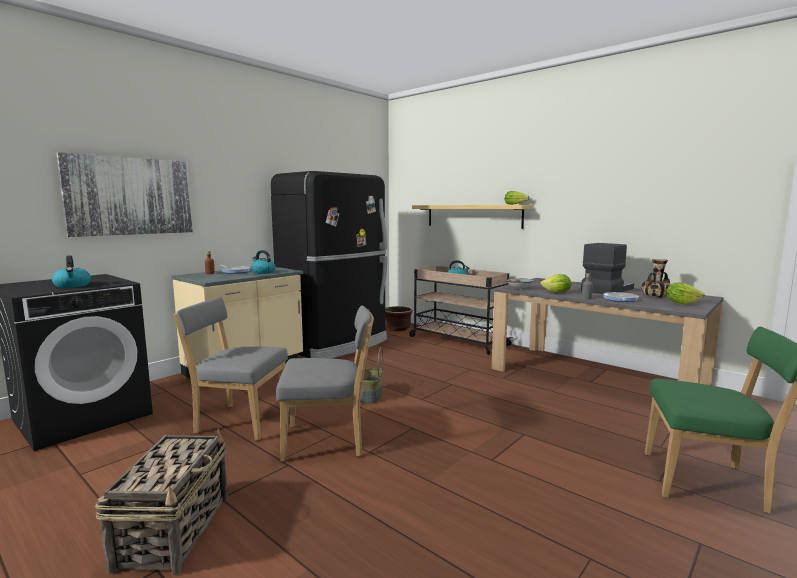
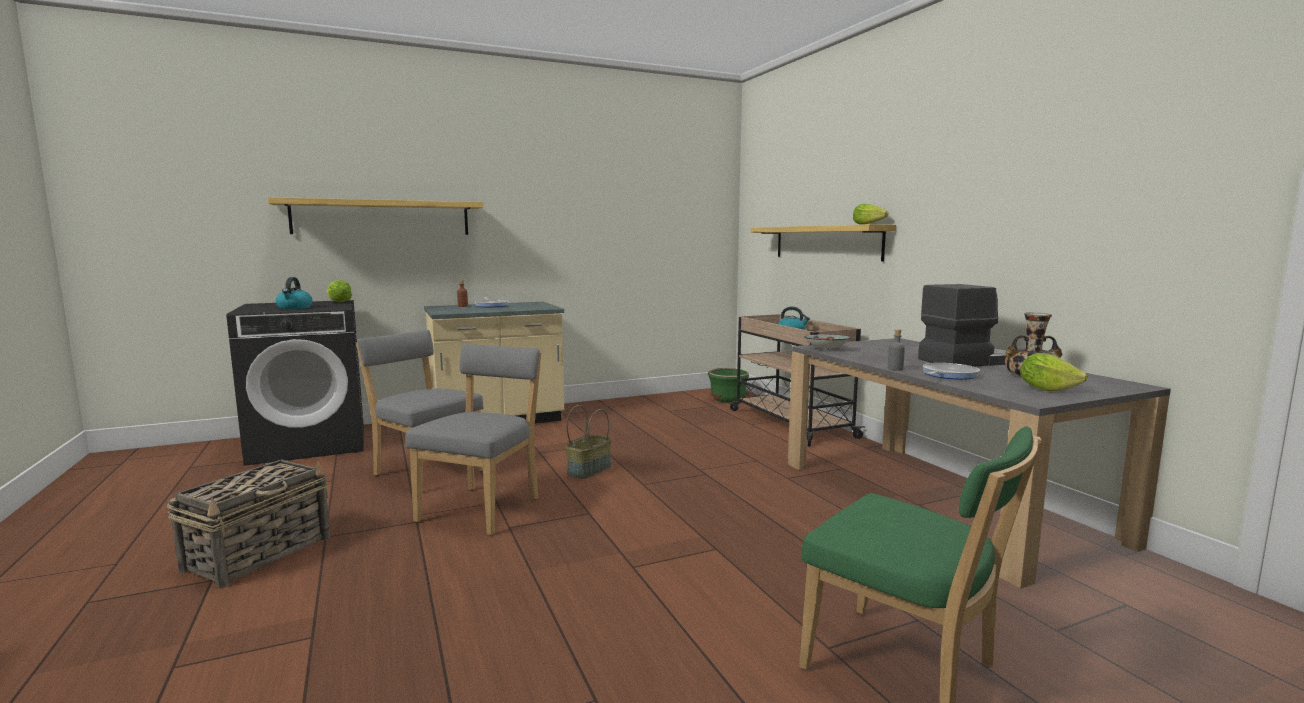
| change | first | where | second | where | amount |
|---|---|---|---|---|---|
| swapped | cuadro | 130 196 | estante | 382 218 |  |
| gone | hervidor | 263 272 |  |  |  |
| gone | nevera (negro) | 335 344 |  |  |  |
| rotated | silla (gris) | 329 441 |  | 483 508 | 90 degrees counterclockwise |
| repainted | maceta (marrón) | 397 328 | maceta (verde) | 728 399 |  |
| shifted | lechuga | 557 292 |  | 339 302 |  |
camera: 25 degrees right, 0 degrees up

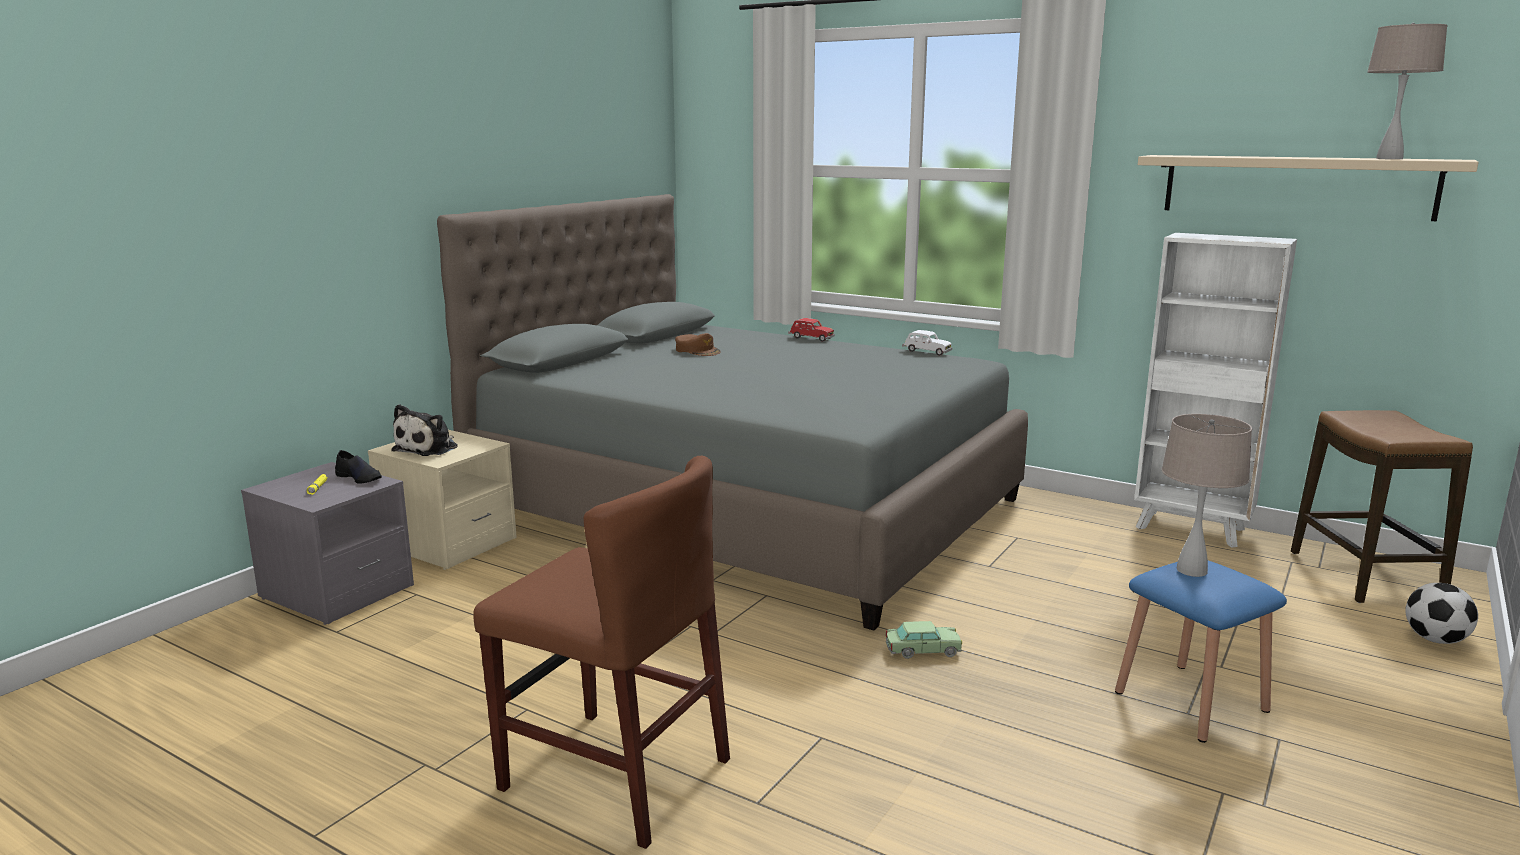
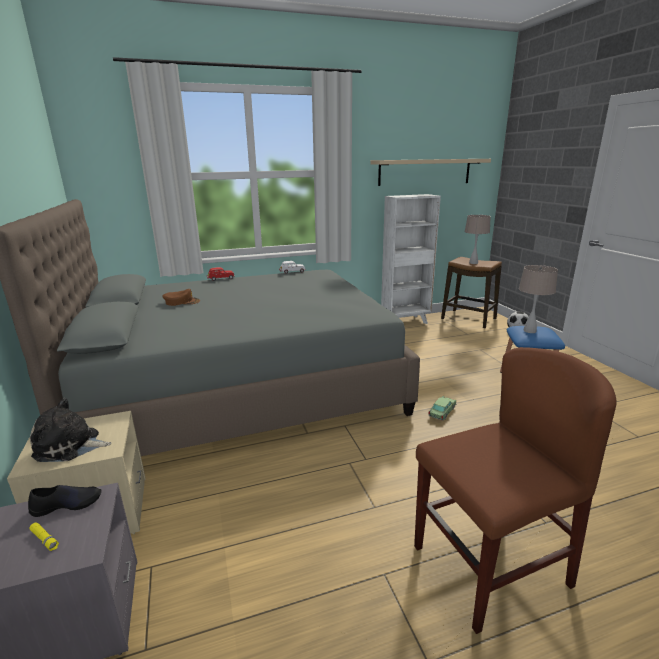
| change | first | where | second | where | amount |
|---|---|---|---|---|---|
| rotated | peluche | 428 448 |  | 70 446 | 120 degrees clockwise |
| shifted | lámpara de mesa (beis) | 1389 158 |  | 473 263 |  |
camera: 50 degrees left, 5 degrees up

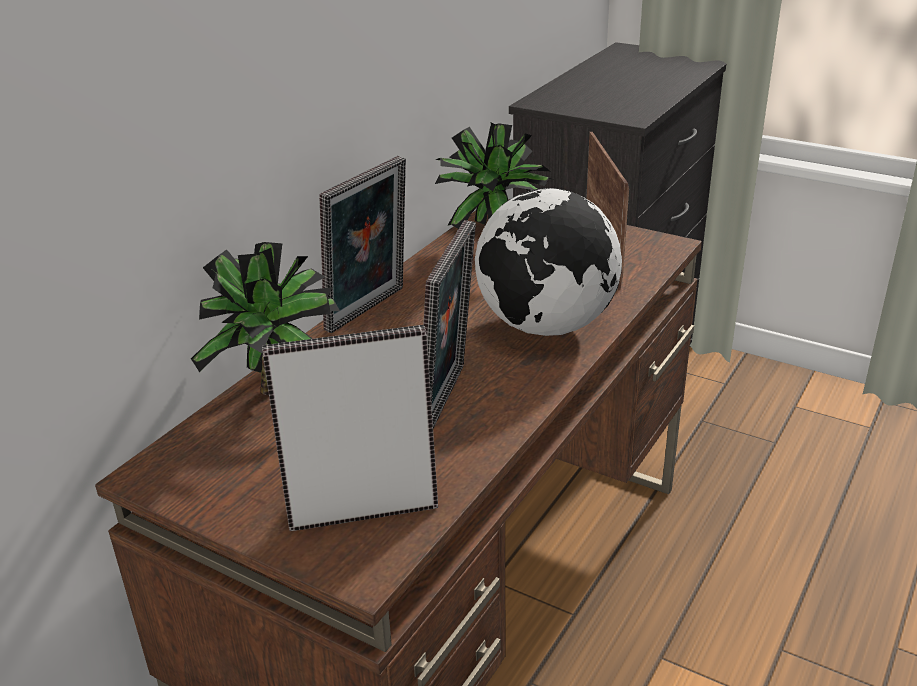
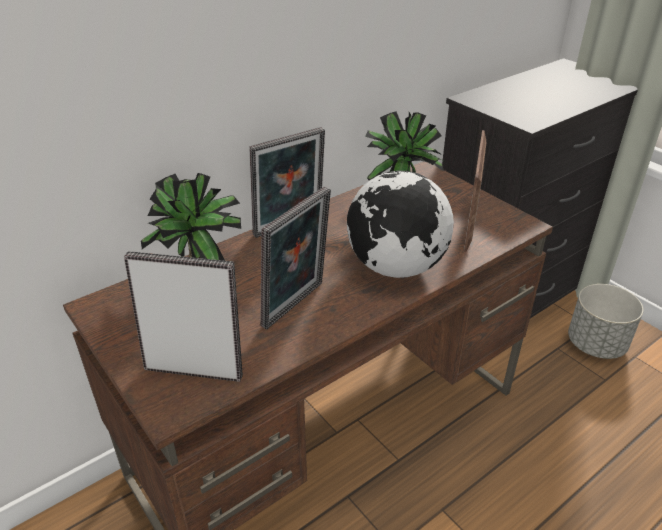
| change | first | where | second | where | amount |
|---|---|---|---|---|---|
| new |  |  | maceta (gris) | 596 344 |  |
camera: 20 degrees right, 5 degrees up

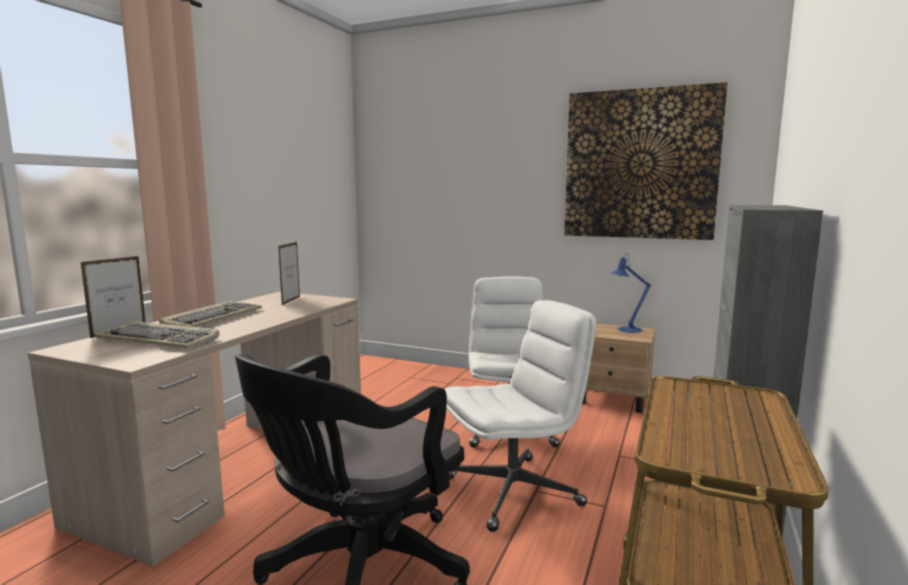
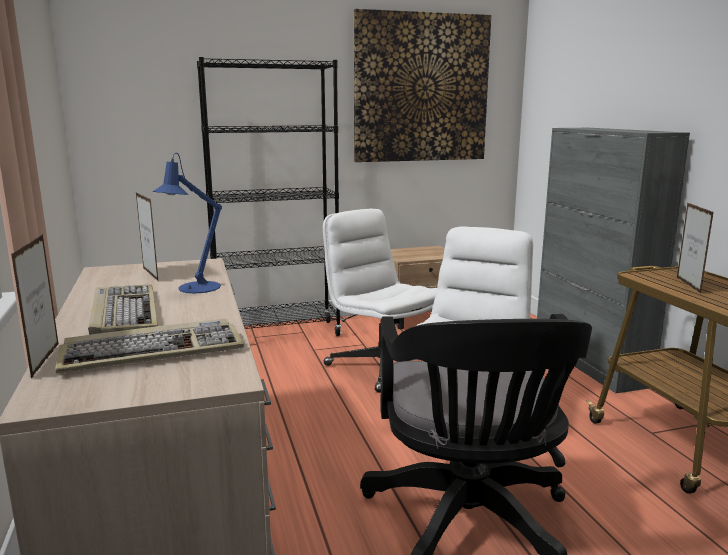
| change | first | where | second | where | amount |
|---|---|---|---|---|---|
| shifted | lámpara de mesa (azul) | 626 330 |  | 194 289 |  |
| new |  |  | estantería (negro) | 277 334 |  |
| new |  |  | portarretratos | 688 285 |  |
camera: 40 degrees left, 5 degrees up

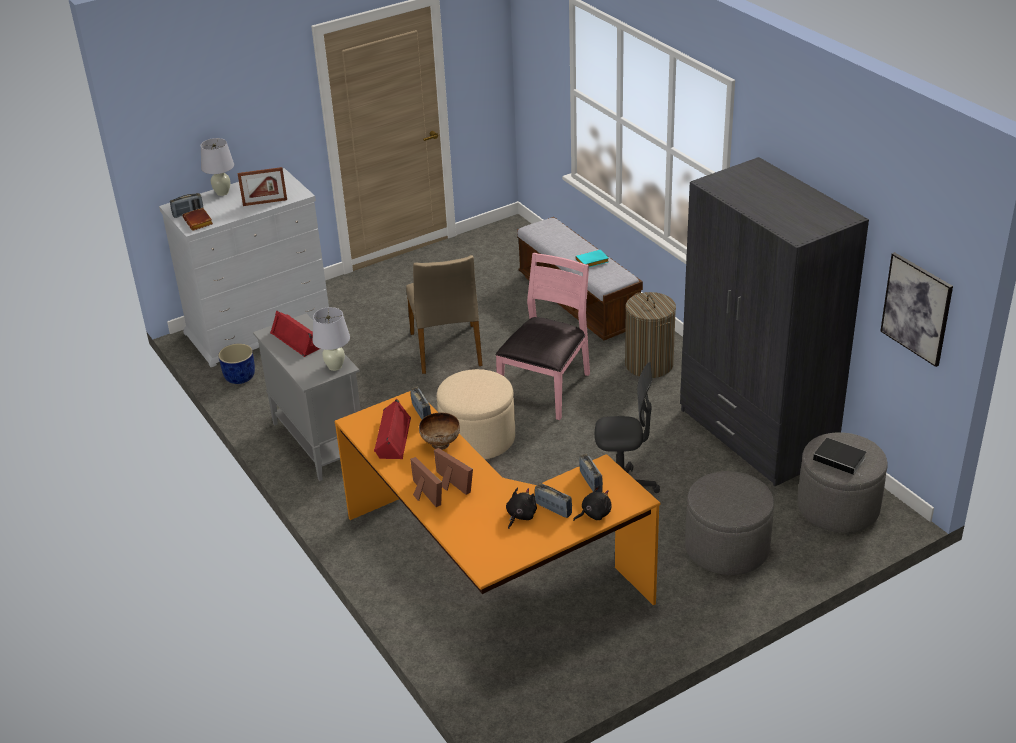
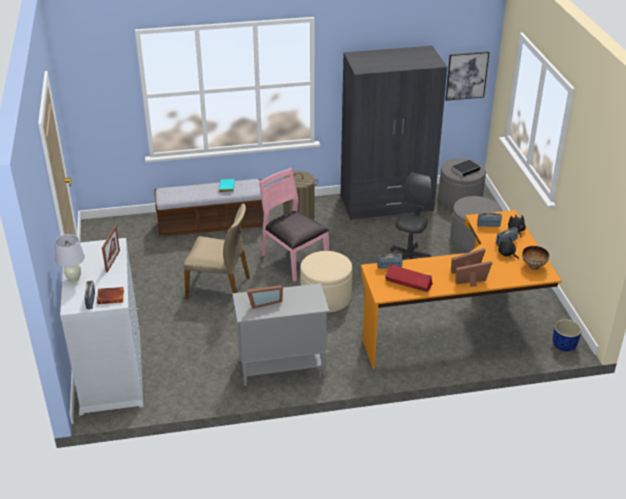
| change | first | where | second | where | amount |
|---|---|---|---|---|---|
| shifted | maceta (azul) | 240 377 |  | 564 345 |  |
| swapped | altavoz (rojo) | 298 339 | portarretratos | 264 302 |  |
| gone | lámpara de mesa (blanco) | 335 366 |  |  |  |
| shifted | cuenco | 441 444 |  | 533 266 |  |
camera: 70 degrees left, 0 degrees up

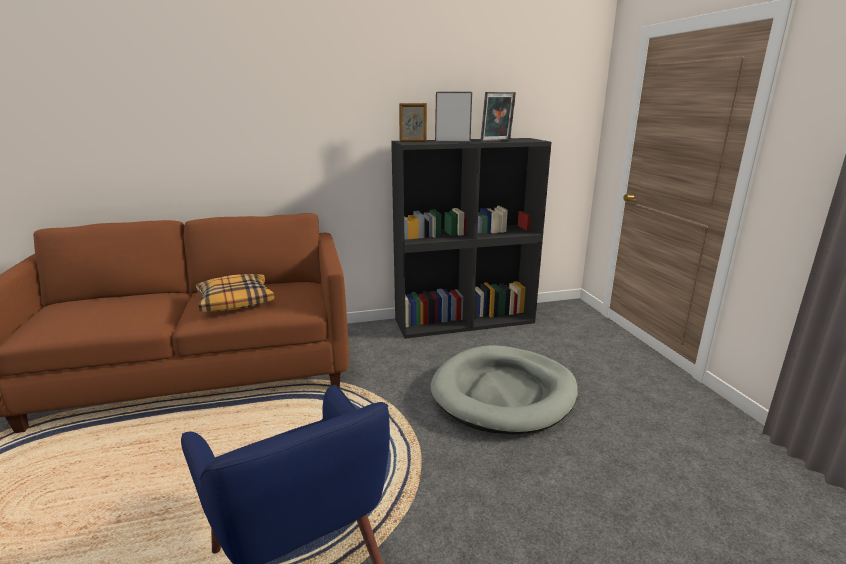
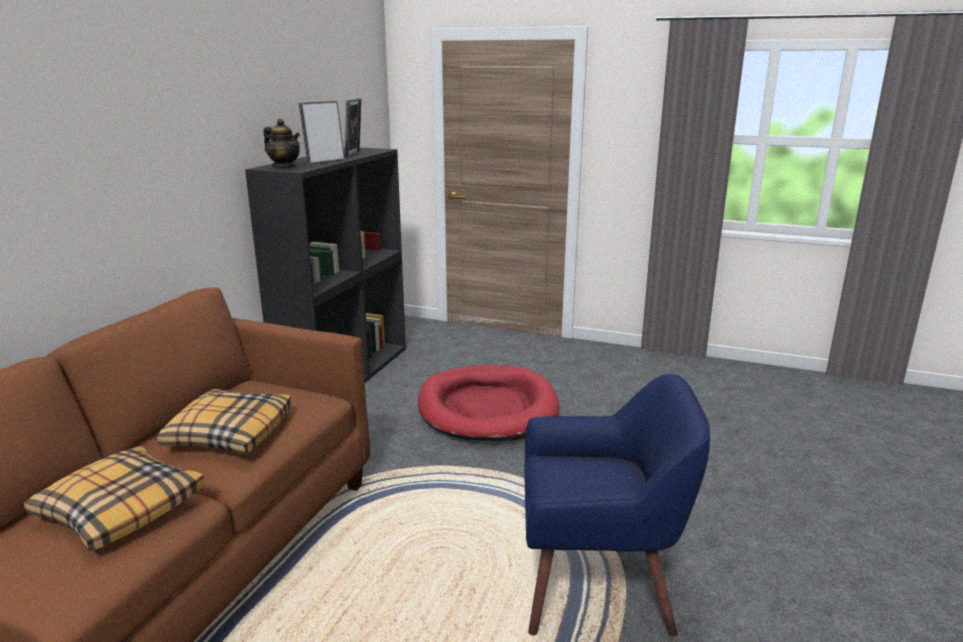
| change | first | where | second | where | amount |
|---|---|---|---|---|---|
| swapped | portarretratos | 413 142 | tetera | 284 167 |  |
| repainted | cama para perro (gris) | 504 393 | cama para perro (rojo) | 487 408 |  |
| new |  |  | cojín | 120 509 |  |
camera: 55 degrees left, 0 degrees up

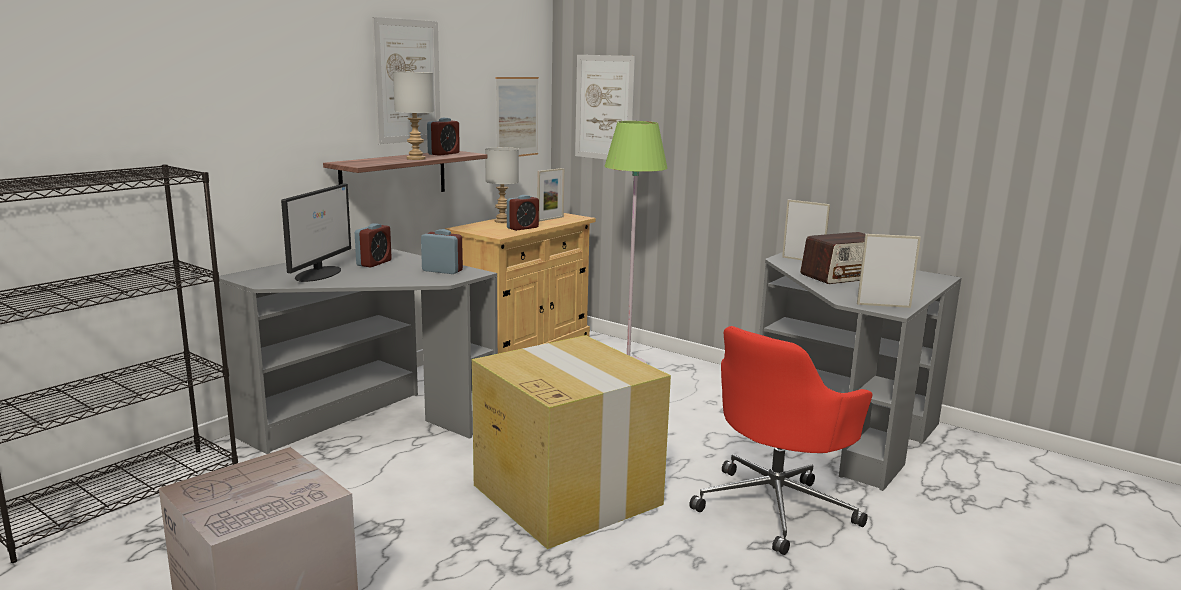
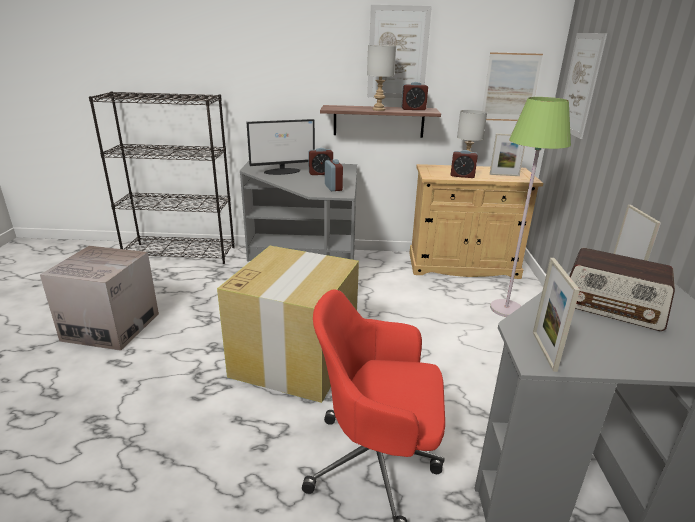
| change | first | where | second | where | amount |
|---|---|---|---|---|---|
| rotated | portarretratos | 883 305 |  | 544 351 | 150 degrees counterclockwise |
camera: 55 degrees right, 10 degrees up

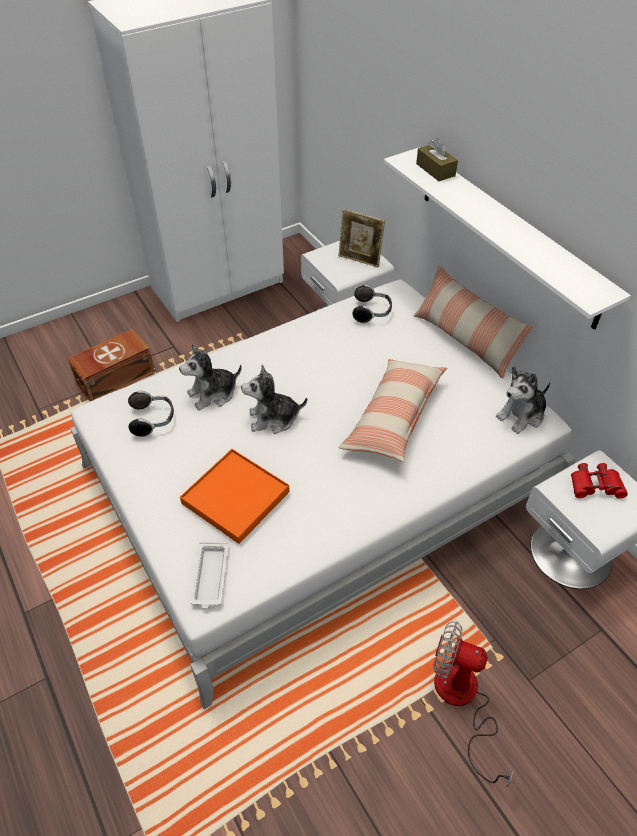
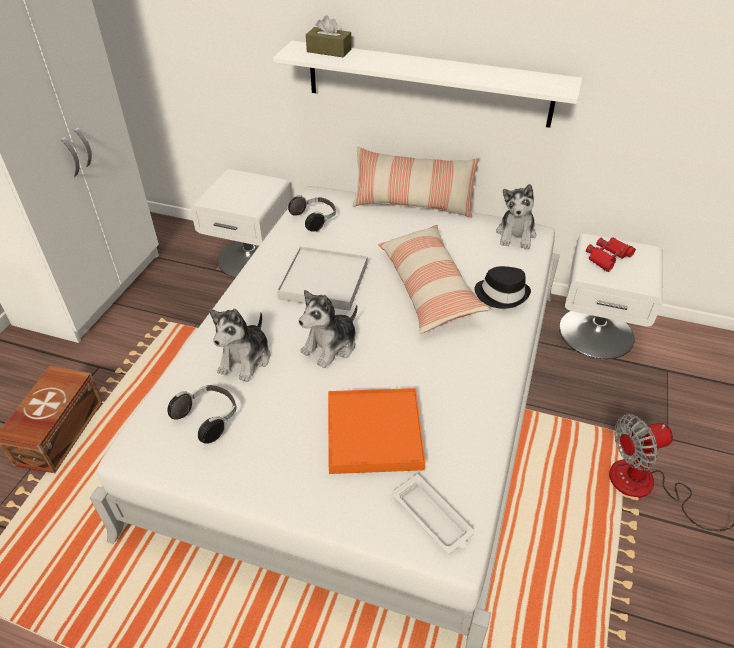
| change | first | where | second | where | amount |
|---|---|---|---|---|---|
| gone | portarretratos | 359 260 |  |  |  |
| new |  |  | bandeja (blanco) | 323 281 |  |
| new |  |  | sombrero (negro) | 502 294 |  |
camera: 40 degrees left, 5 degrees down

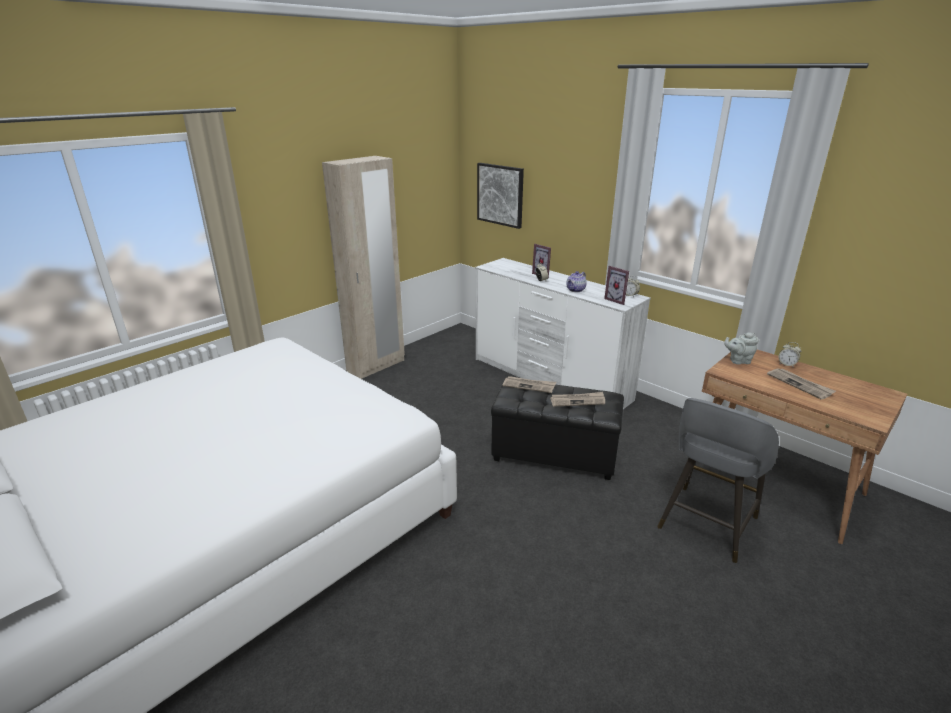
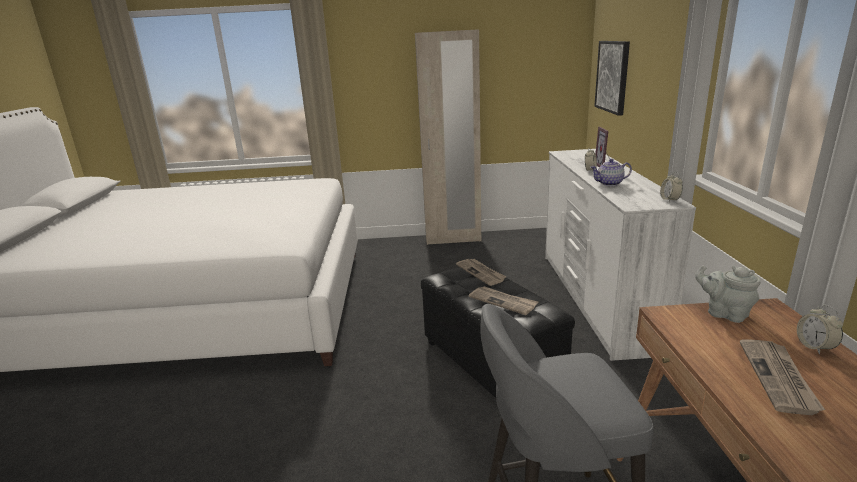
| change | first | where | second | where | amount |
|---|---|---|---|---|---|
| gone | portarretratos | 617 300 |  |  |  |
camera: 45 degrees right, 5 degrees down

